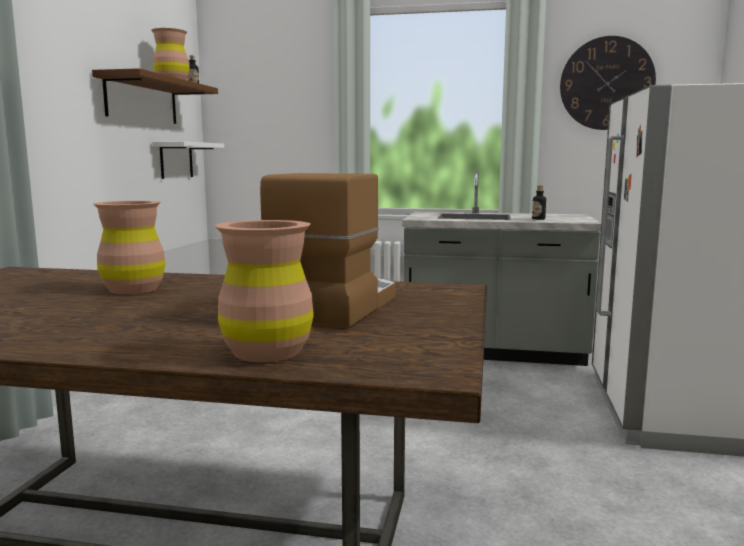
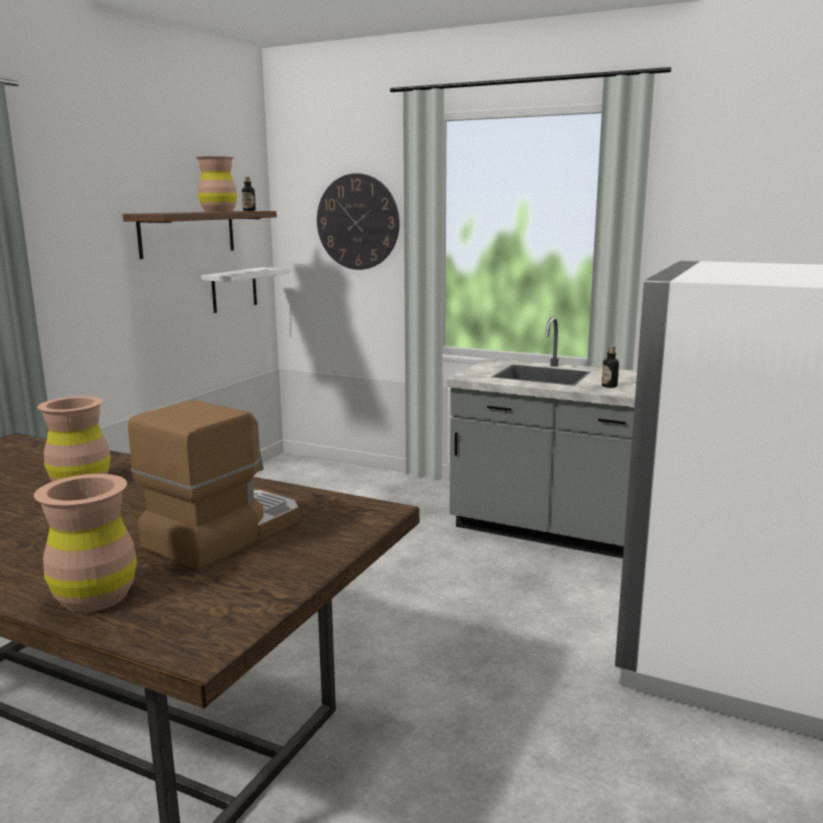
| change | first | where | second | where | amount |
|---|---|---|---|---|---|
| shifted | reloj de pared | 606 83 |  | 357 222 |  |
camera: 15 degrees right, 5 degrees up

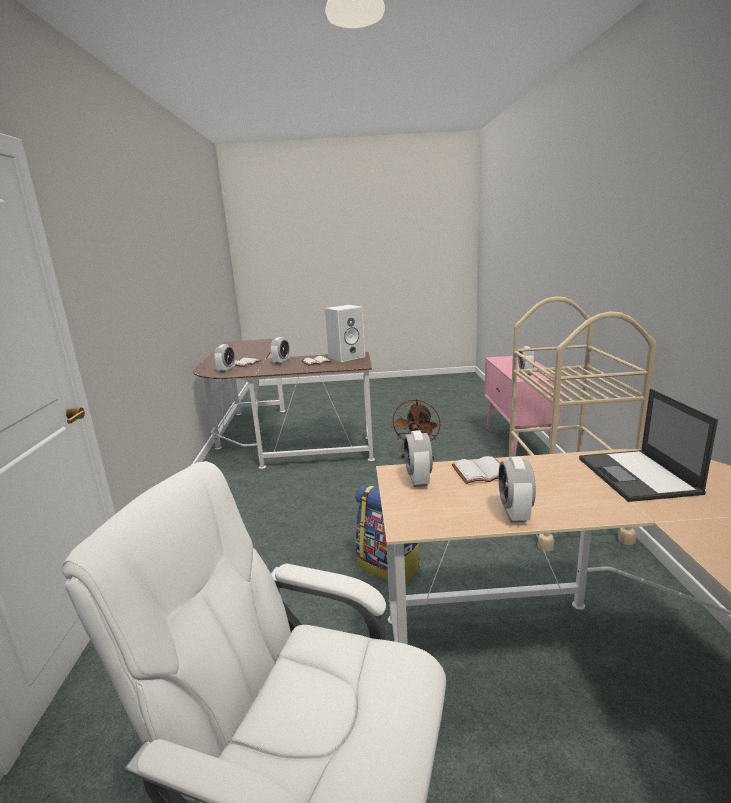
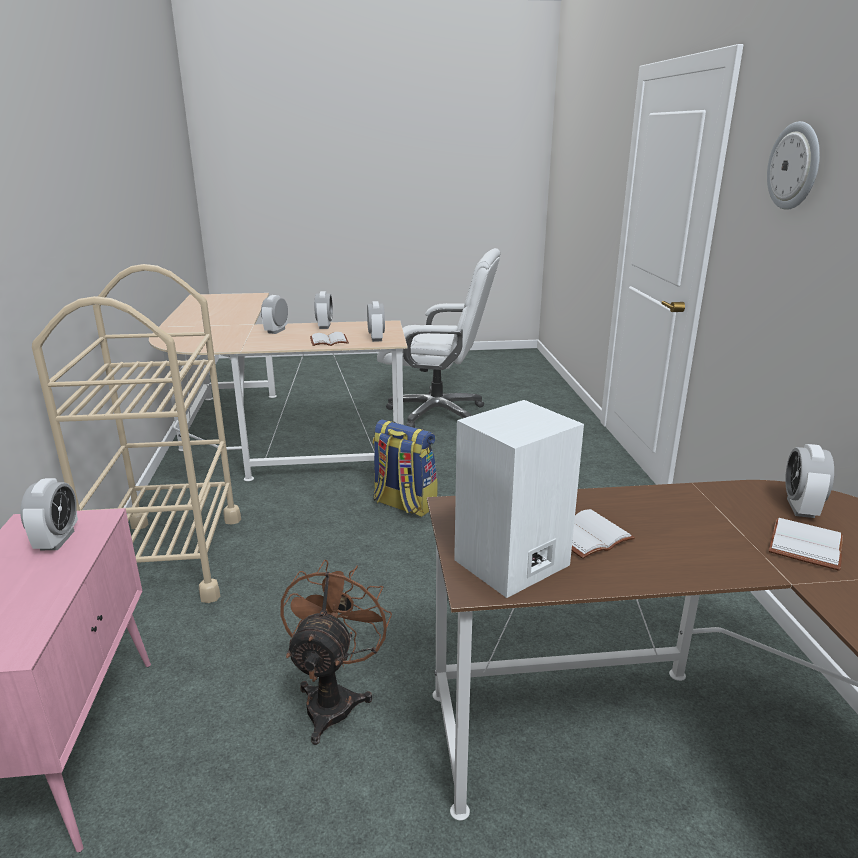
| change | first | where | second | where | amount |
|---|---|---|---|---|---|
| shifted | despertador | 281 362 |  | 276 331 |  |
| gone | portátil | 638 476 |  |  |  |
| new |  |  | reloj de pared | 794 166 |  |
camera: 175 degrees right, 5 degrees up

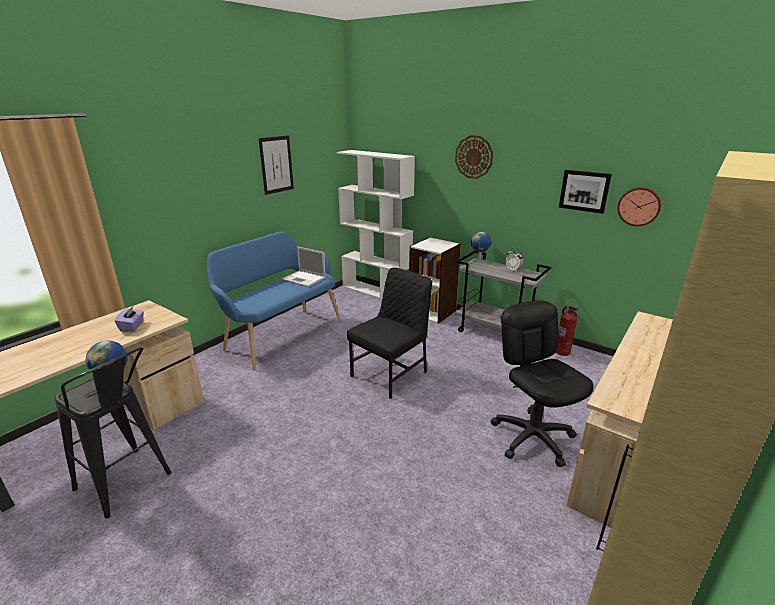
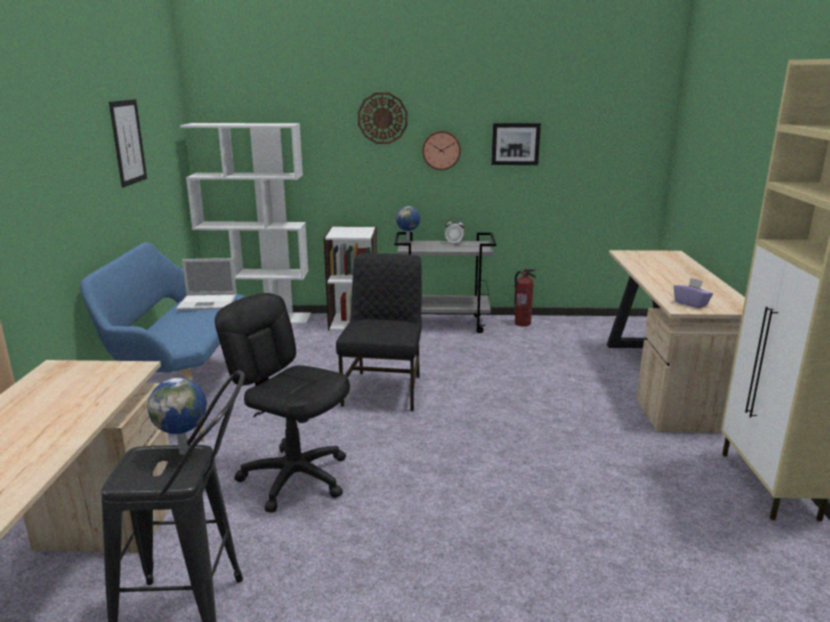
| change | first | where | second | where | amount |
|---|---|---|---|---|---|
| shifted | caja de pañuelos (morado) | 132 326 |  | 691 303 |  |
| shifted | silla de oficina (negro) | 532 437 |  | 295 478 |  |
| shifted | reloj de pared | 639 206 |  | 441 150 |  |
camera: 35 degrees left, 5 degrees down

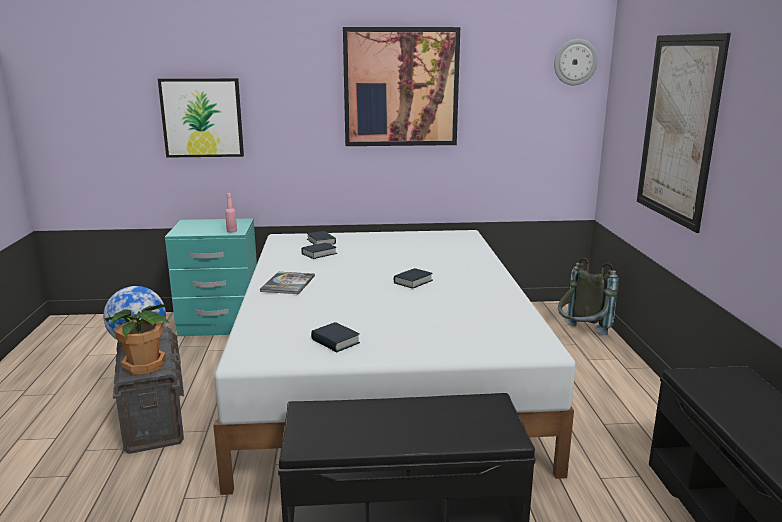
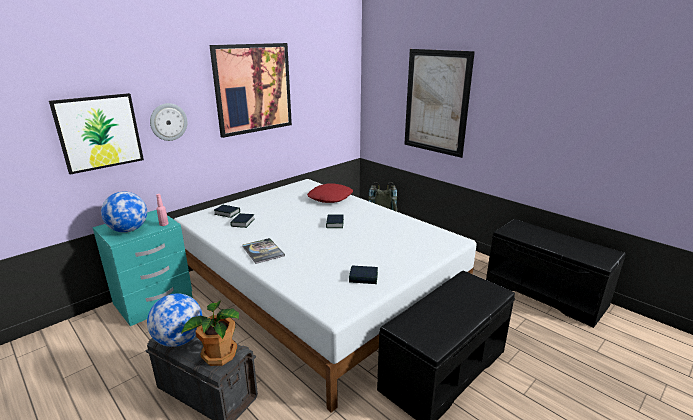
| change | first | where | second | where | amount |
|---|---|---|---|---|---|
| shifted | reloj de pared | 575 62 |  | 168 122 |  |
| new |  |  | globo terráqueo | 129 230 |  |
| new |  |  | cojín (rojo) | 330 198 |  |
camera: 40 degrees left, 5 degrees up

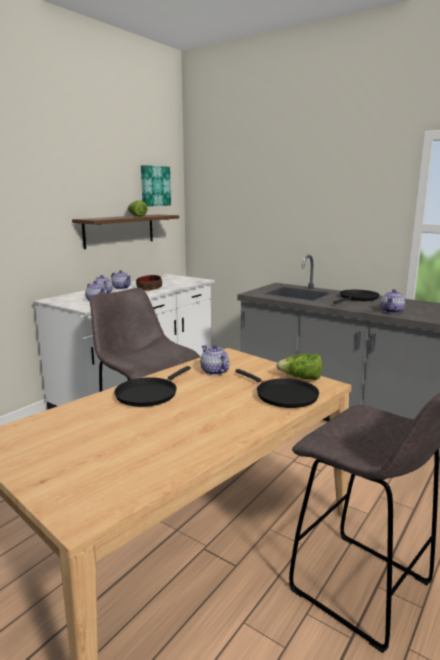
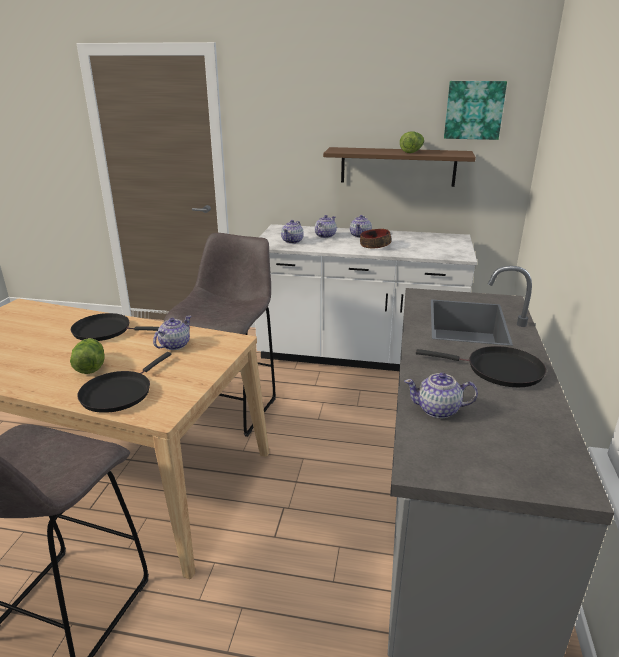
| change | first | where | second | where | amount |
|---|---|---|---|---|---|
| shifted | lechuga | 301 378 |  | 90 366 |  |
camera: 65 degrees right, 10 degrees up

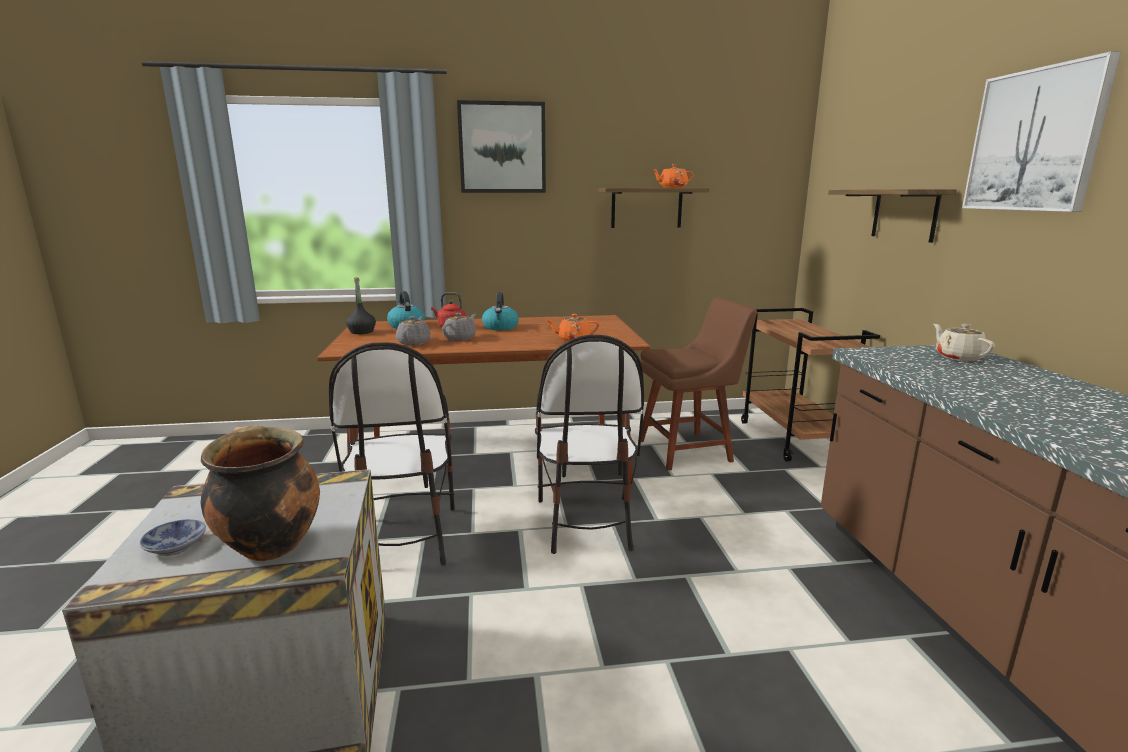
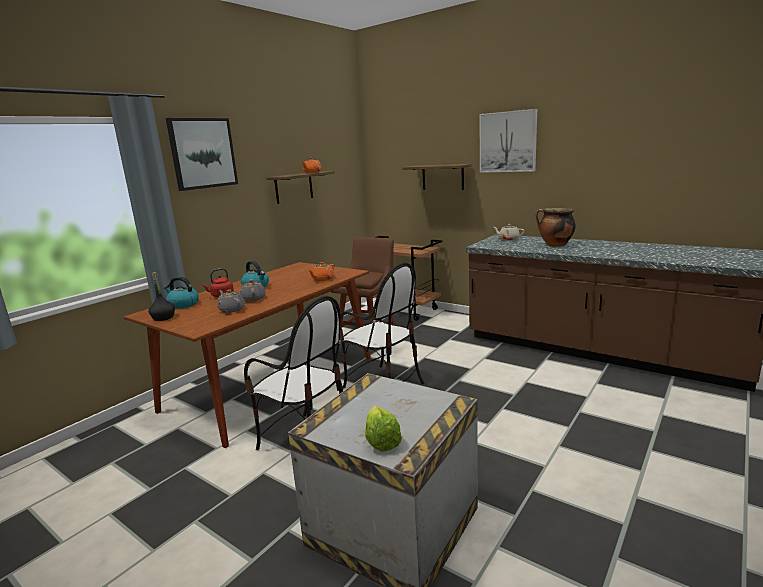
| change | first | where | second | where | amount |
|---|---|---|---|---|---|
| swapped | cuenco | 173 546 | lechuga | 382 438 |  |
| shifted | olla | 269 545 |  | 555 245 |  |
camera: 45 degrees left, 0 degrees up

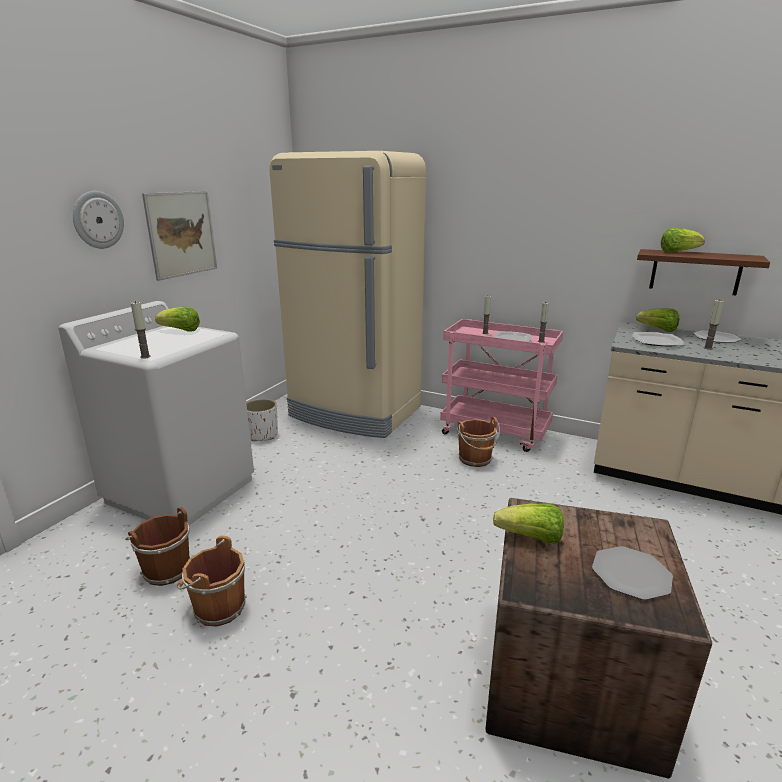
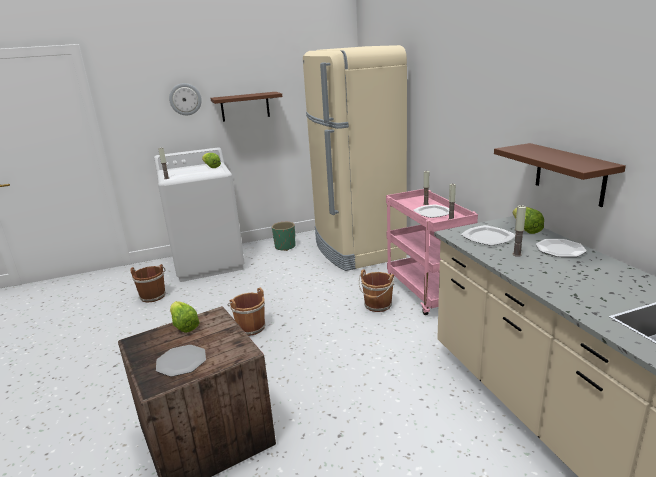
| change | first | where | second | where | amount |
|---|---|---|---|---|---|
| swapped | cuadro | 182 234 | estante (marrón) | 245 106 |  |
| shifted | cubo (marrón) | 217 608 |  | 250 327 |  |
| repainted | maceta (blanco) | 262 435 | maceta (verde) | 285 247 |  |
| gone | lechuga | 678 252 |  |  |  |
camera: 45 degrees right, 0 degrees up

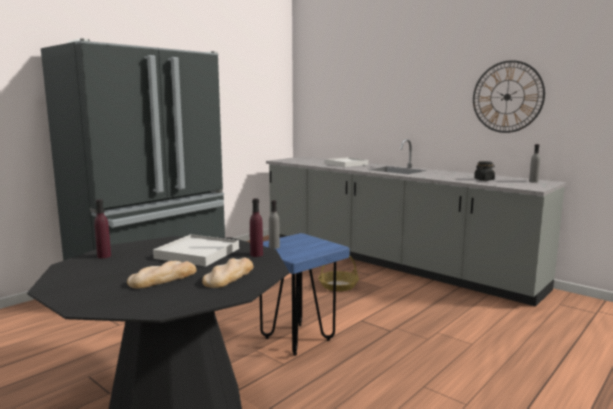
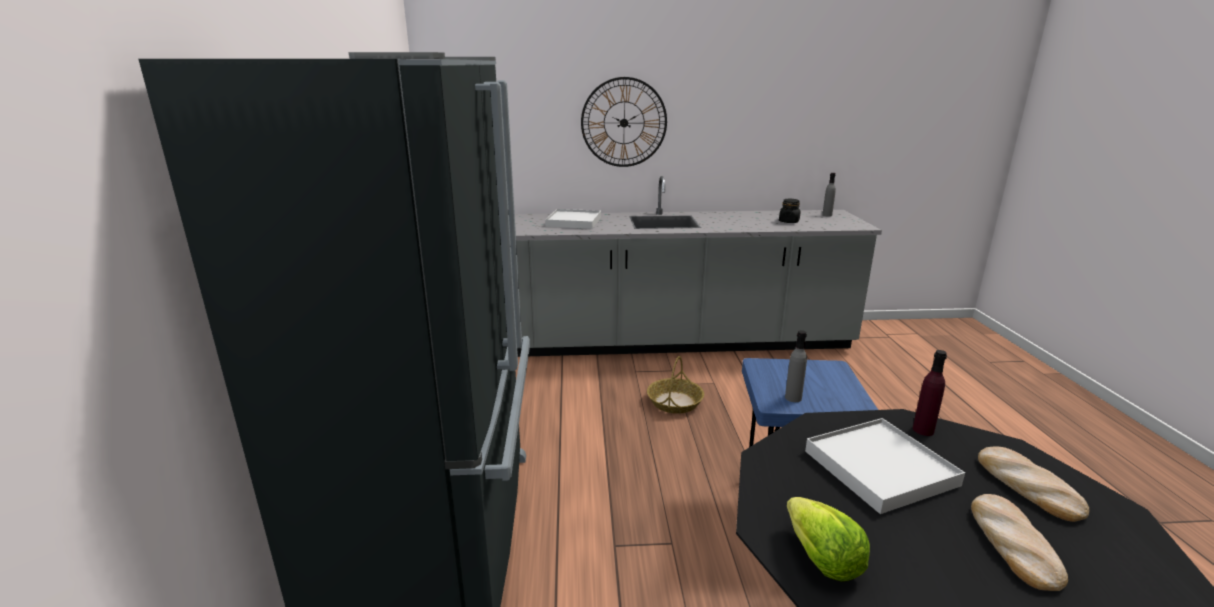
| change | first | where | second | where | amount |
|---|---|---|---|---|---|
| swapped | botella (morado) | 104 256 | lechuga | 821 558 |  |
| shifted | reloj de pared | 507 97 |  | 624 122 |  |
camera: 45 degrees left, 10 degrees up

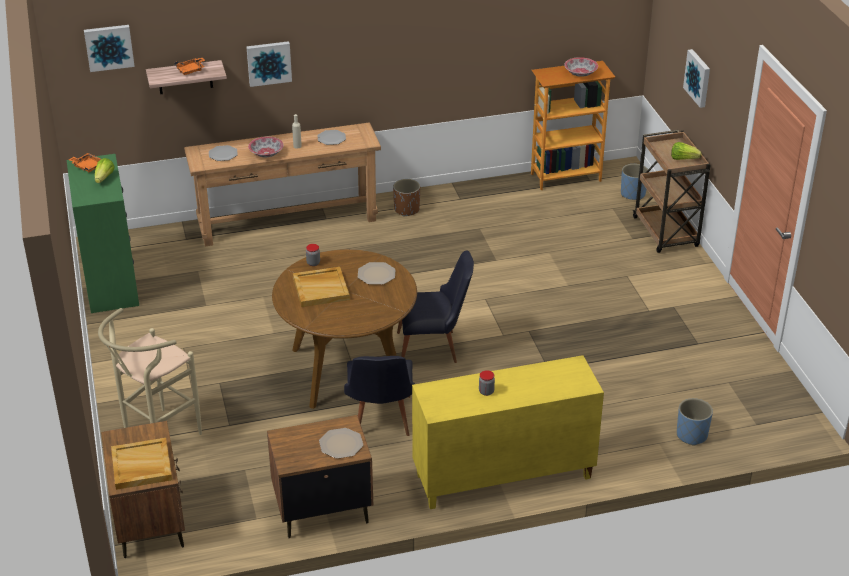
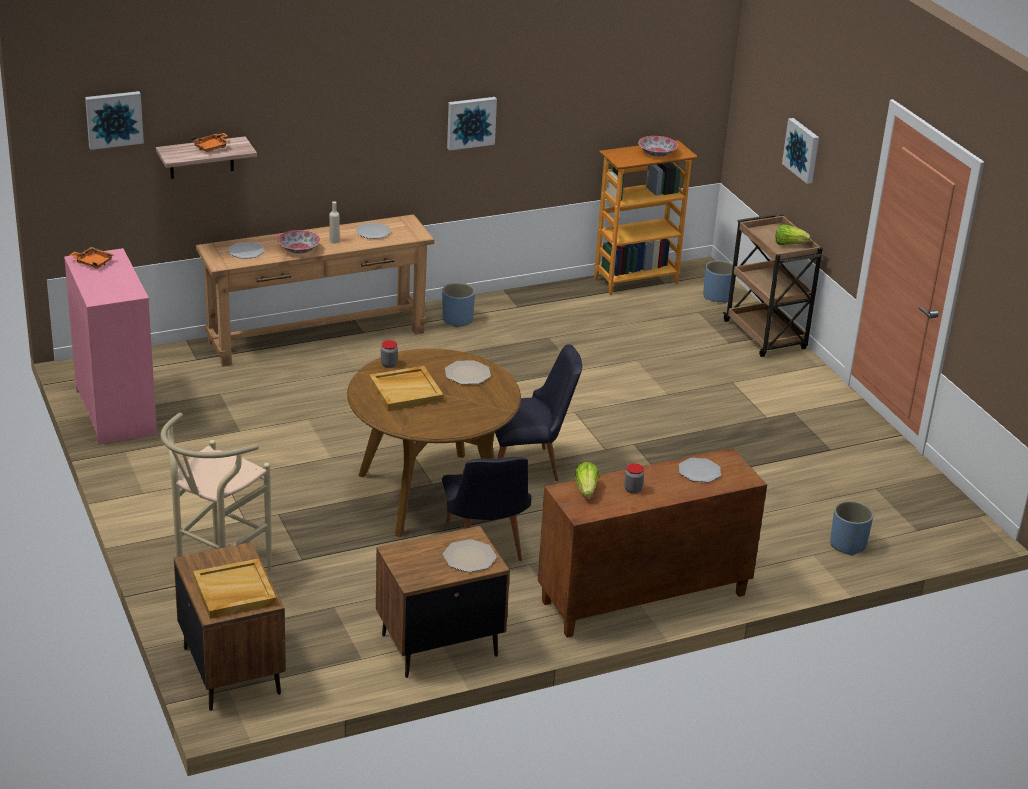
| change | first | where | second | where | amount |
|---|---|---|---|---|---|
| repainted | cómoda (verde) | 112 284 | cómoda (rosa) | 117 412 |  |
| shifted | lechuga | 104 178 |  | 586 490 |  |
| shifted | cuadro | 269 63 |  | 470 122 |  |
| repainted | maceta (marrón) | 406 209 | maceta (azul) | 457 320 |  |
| repainted | armario (amarillo) | 502 477 | armario (marrón) | 643 599 |  |
| new |  |  | plato | 699 471 |  |
camera: 10 degrees left, 5 degrees down

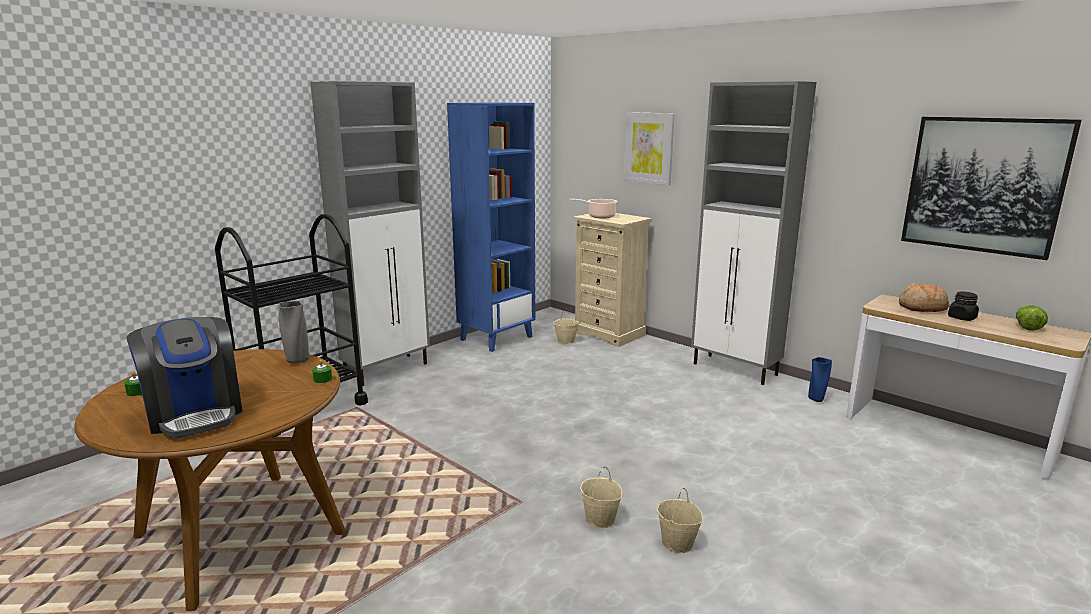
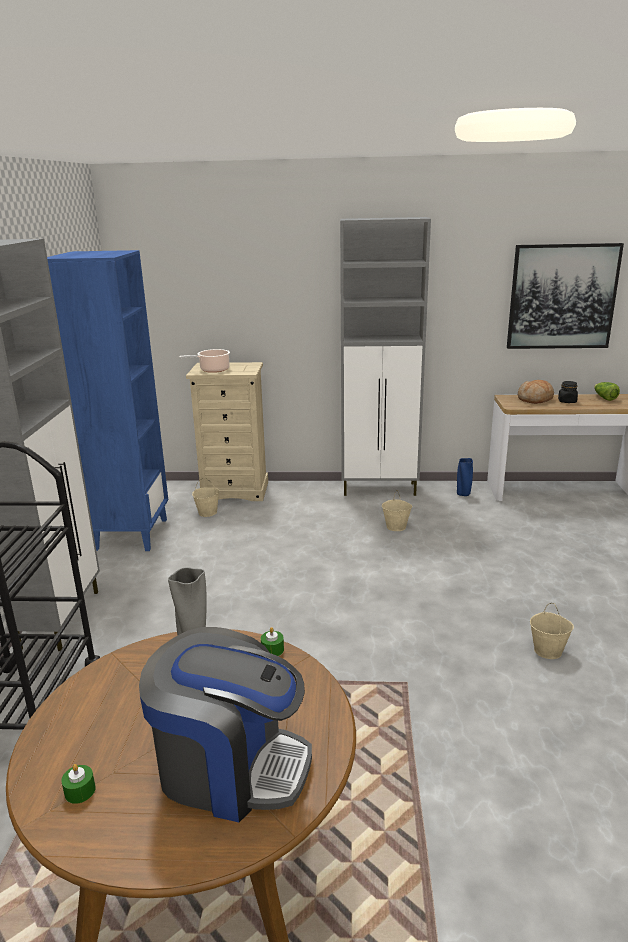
| change | first | where | second | where | amount |
|---|---|---|---|---|---|
| shifted | cubo (beis) | 600 519 |  | 396 527 |  |
| gone | cuadro | 648 148 |  |  |  |
camera: 40 degrees left, 5 degrees up

